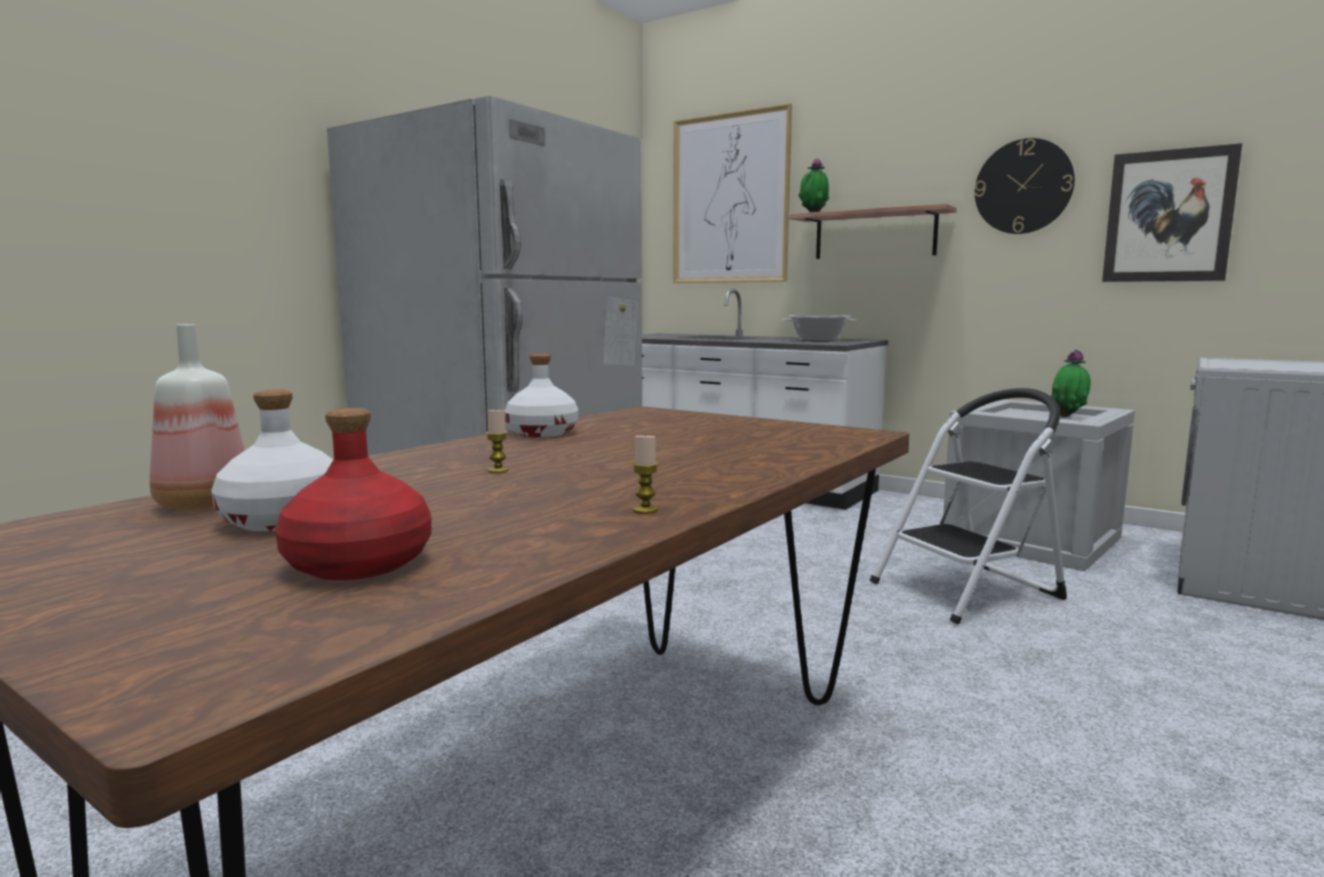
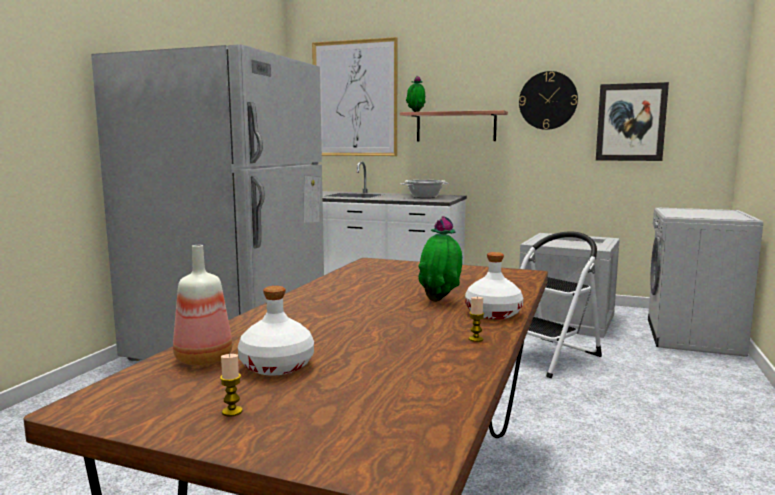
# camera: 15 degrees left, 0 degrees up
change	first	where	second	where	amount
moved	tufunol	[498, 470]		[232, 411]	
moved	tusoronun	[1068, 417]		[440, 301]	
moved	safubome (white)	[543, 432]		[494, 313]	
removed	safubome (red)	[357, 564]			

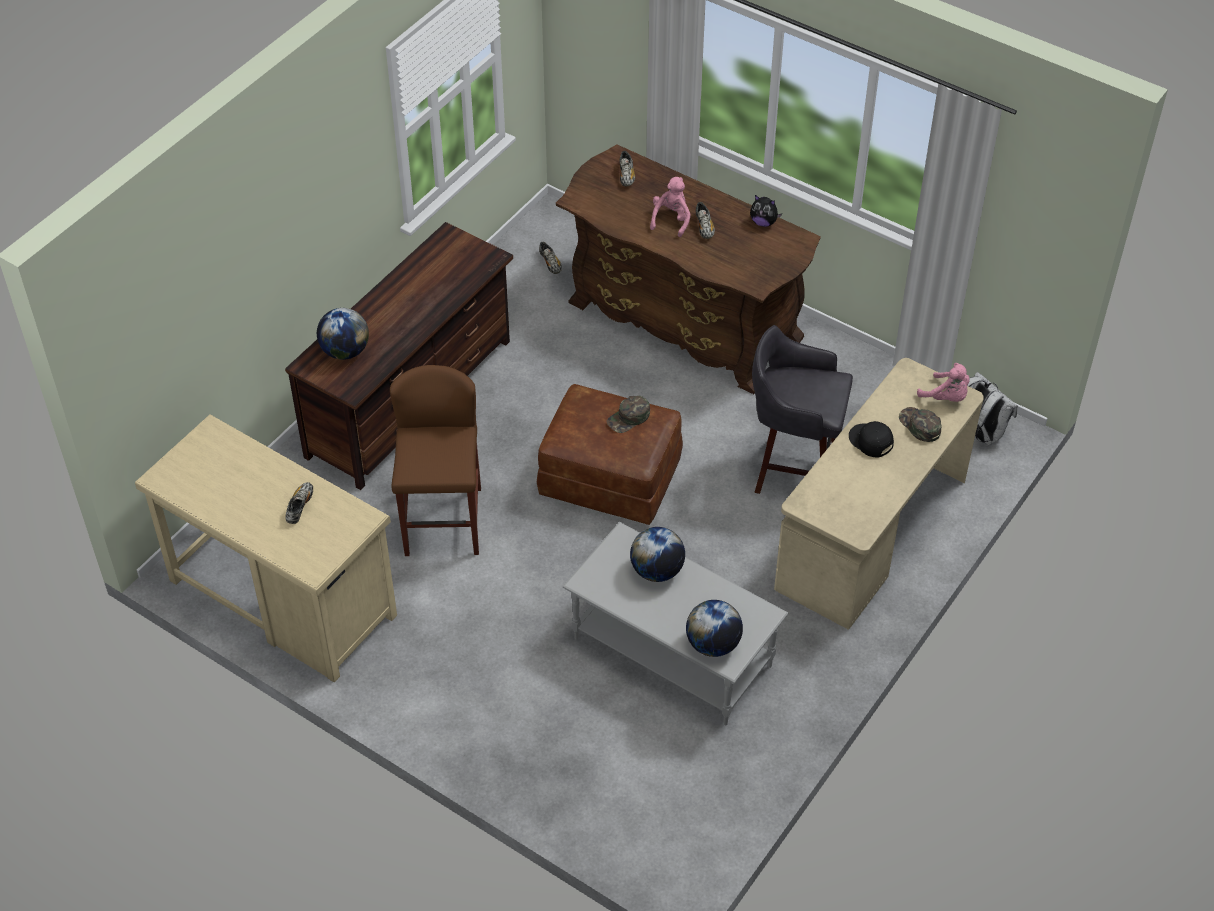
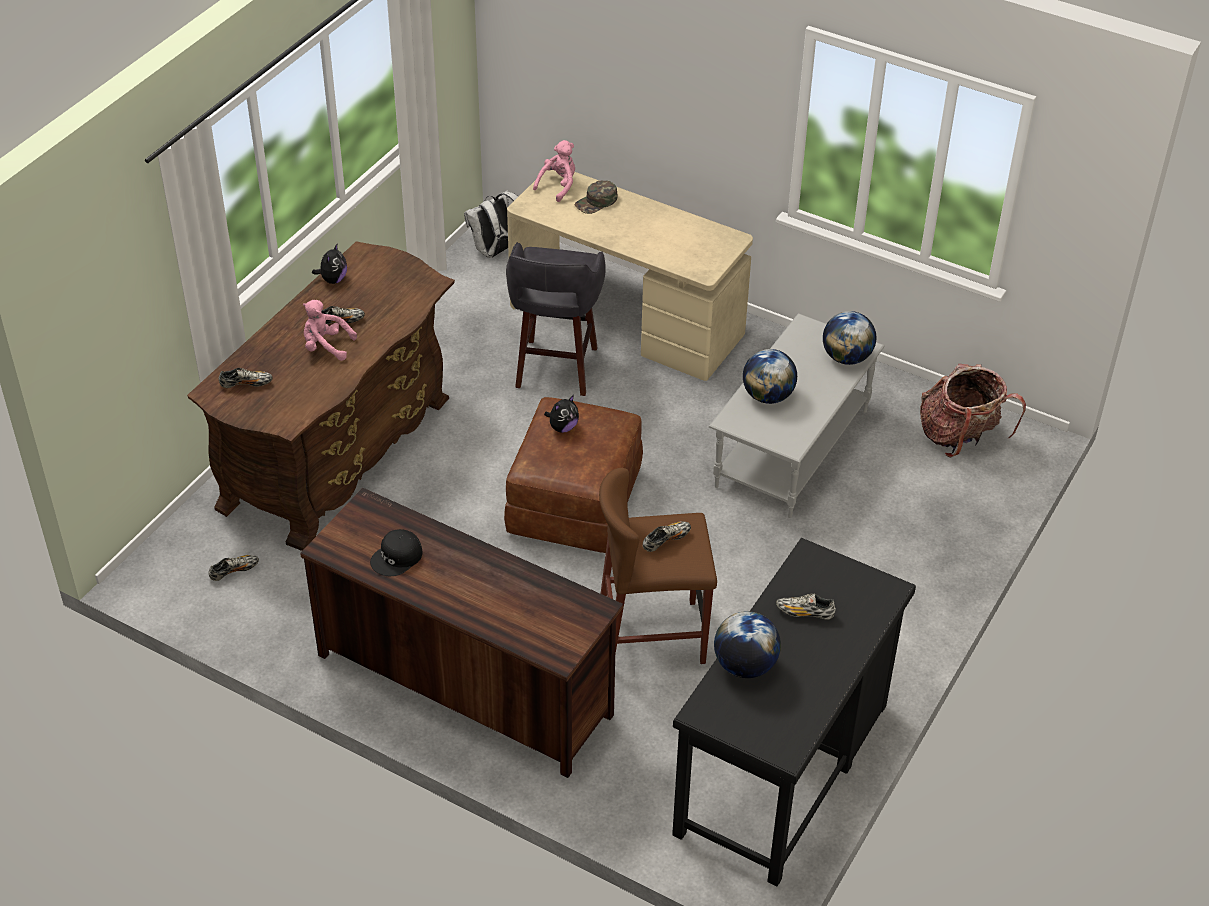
# camera: 95 degrees left, 5 degrees down
change	first	where	second	where	amount
moved	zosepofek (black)	[870, 441]		[397, 557]	
replaced	zosepofek (green)	[629, 418]	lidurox	[562, 427]	
added			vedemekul	[666, 540]	
recoloured	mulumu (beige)	[281, 598]	mulumu (black)	[783, 769]	
moved	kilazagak	[345, 351]		[745, 666]	
added			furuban	[960, 437]	

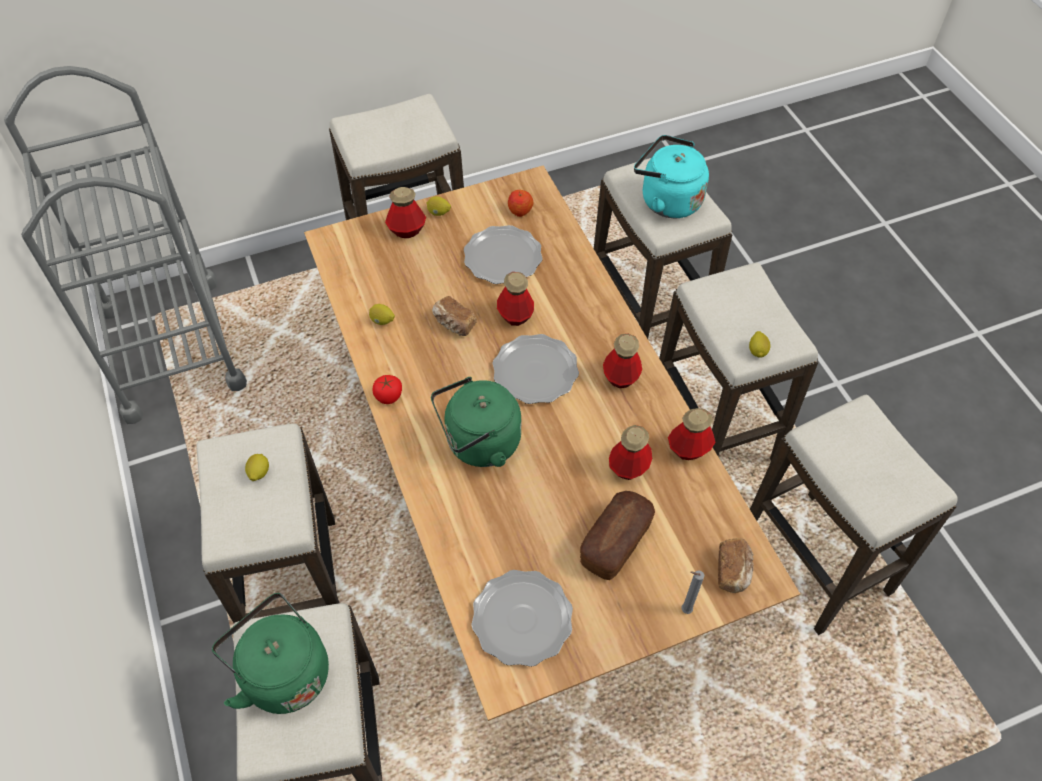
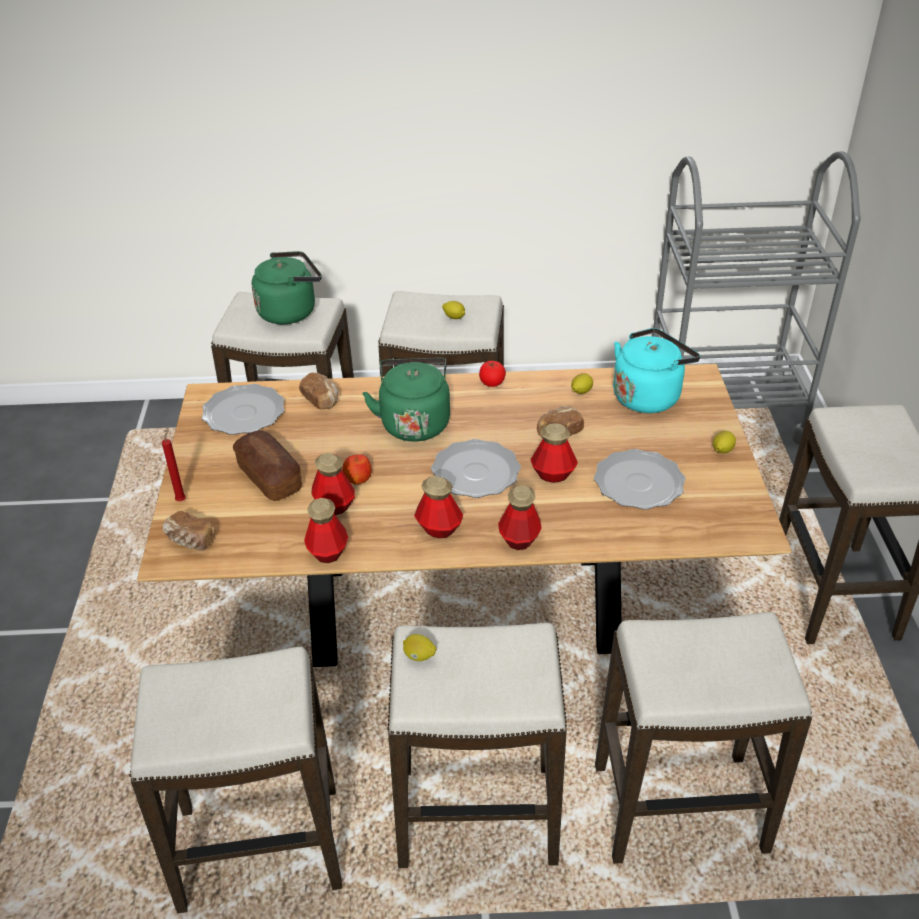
# camera: 110 degrees right, 15 degrees down
change	first	where	second	where	amount
recoloured	tufunol (grey)	[684, 610]	tufunol (red)	[182, 500]	
added			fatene	[321, 399]	
moved	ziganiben	[520, 210]		[358, 478]	
moved	safubome	[407, 230]		[519, 539]	
moved	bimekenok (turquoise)	[667, 200]		[648, 396]	

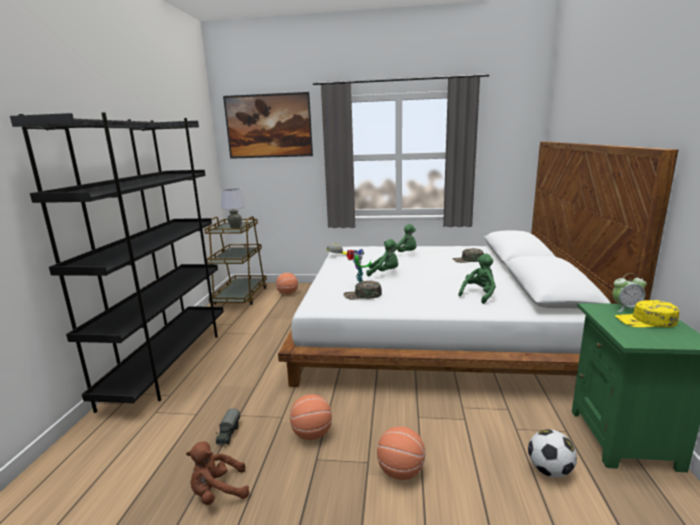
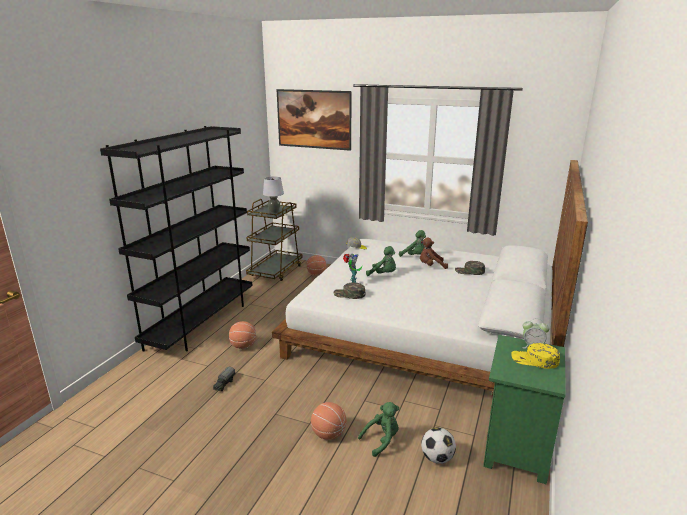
# camera: 15 degrees right, 5 degrees up
change	first	where	second	where	amount
moved	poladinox	[312, 434]		[243, 346]	
moved	lidurox (green)	[479, 295]		[381, 440]	
moved	lidurox (brown)	[218, 492]		[431, 266]	

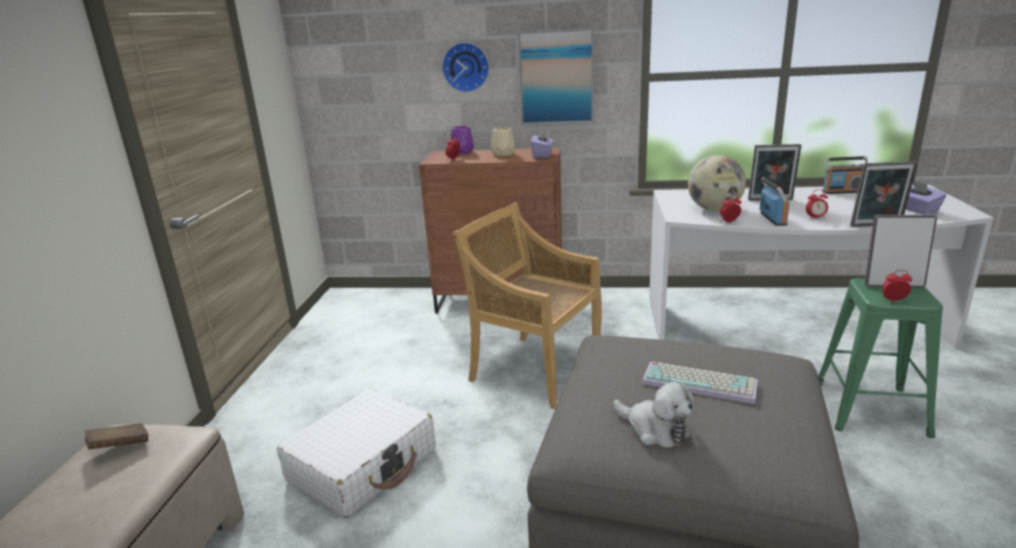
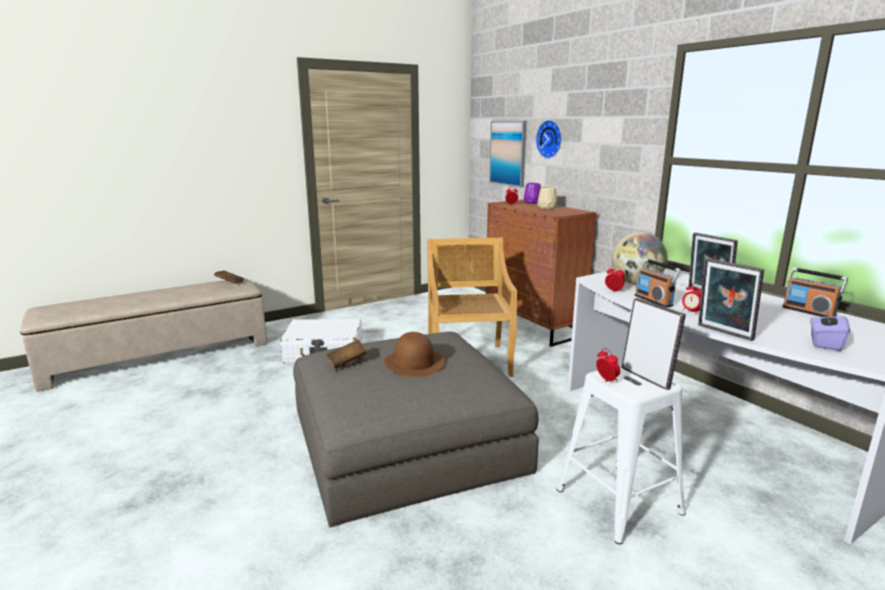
# camera: 50 degrees right, 5 degrees down
change	first	where	second	where	amount
replaced	lidurox	[655, 429]	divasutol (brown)	[347, 363]	
replaced	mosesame	[701, 382]	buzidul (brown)	[414, 363]	
moved	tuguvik	[556, 77]		[508, 153]	
recoloured	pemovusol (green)	[870, 409]	pemovusol (white)	[618, 501]	
turned	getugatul	[772, 219]		[653, 300]	105 degrees clockwise
removed	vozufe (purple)	[542, 155]			

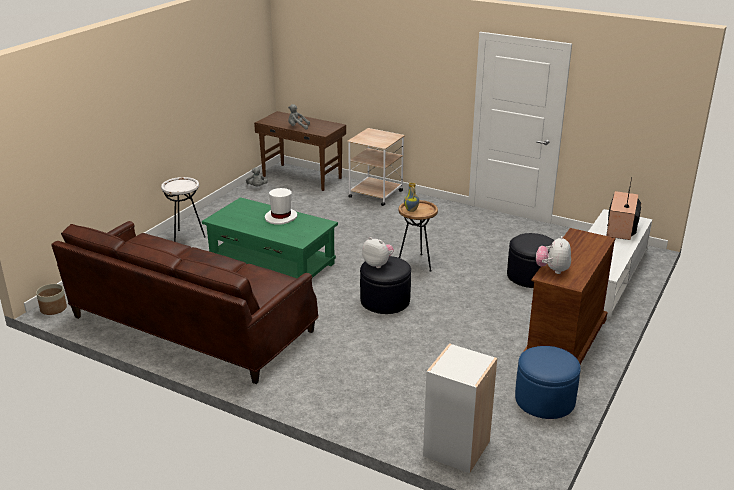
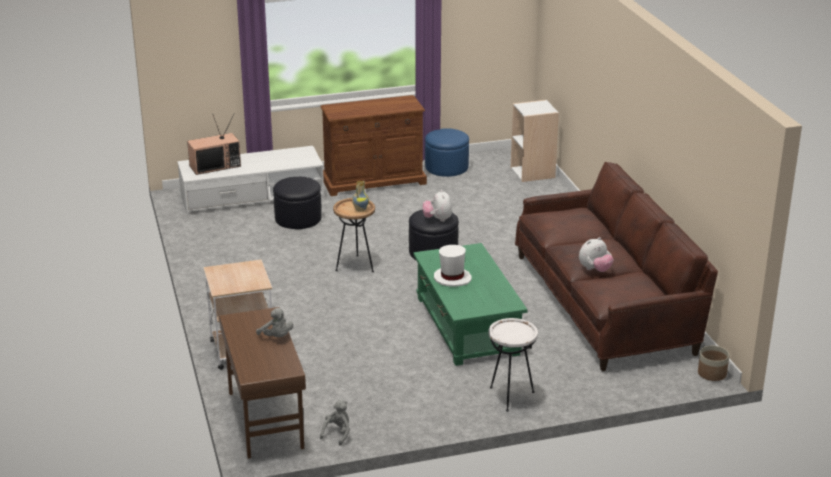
# camera: 135 degrees left, 0 degrees up
change	first	where	second	where	amount
moved	lidurox	[552, 270]		[595, 270]	

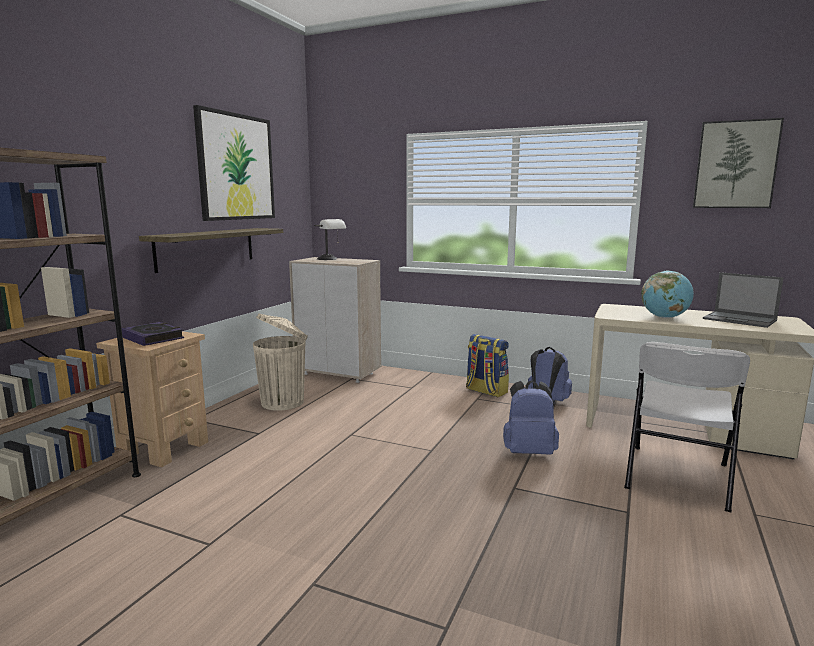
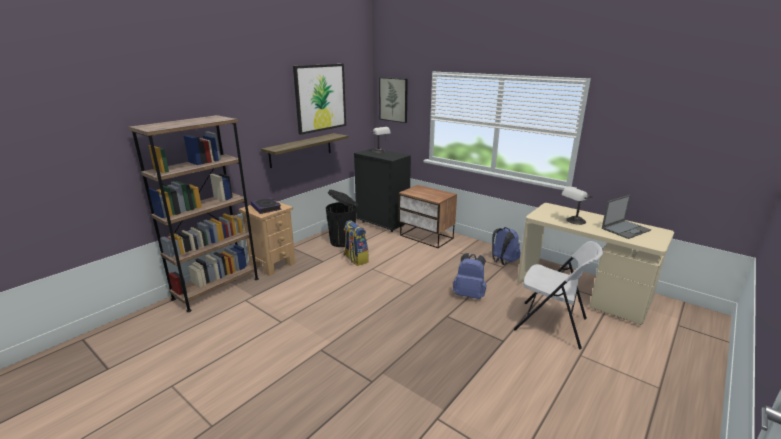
# camera: 15 degrees right, 10 degrees up
change	first	where	second	where	amount
recoloured	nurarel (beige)	[284, 402]	nurarel (black)	[343, 241]	
moved	furuban	[485, 391]		[355, 259]	
recoloured	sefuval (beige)	[339, 374]	sefuval (black)	[383, 224]	
moved	tuguvik	[735, 165]		[393, 99]	
added			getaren	[426, 237]	
turned	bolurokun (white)	[676, 476]		[550, 324]	105 degrees counterclockwise
replaced	kilazagak	[664, 317]	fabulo	[573, 221]	
turned	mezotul	[740, 320]		[626, 229]	90 degrees counterclockwise

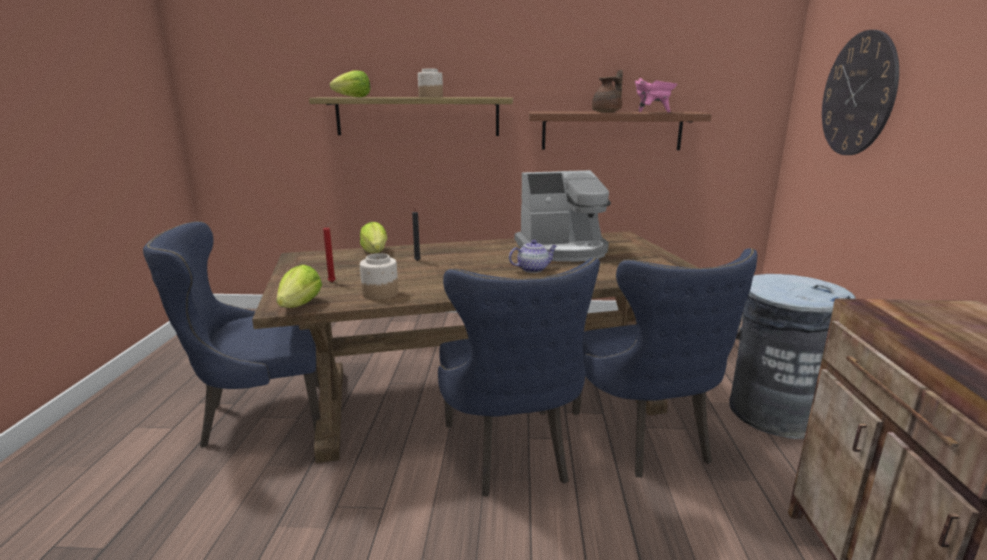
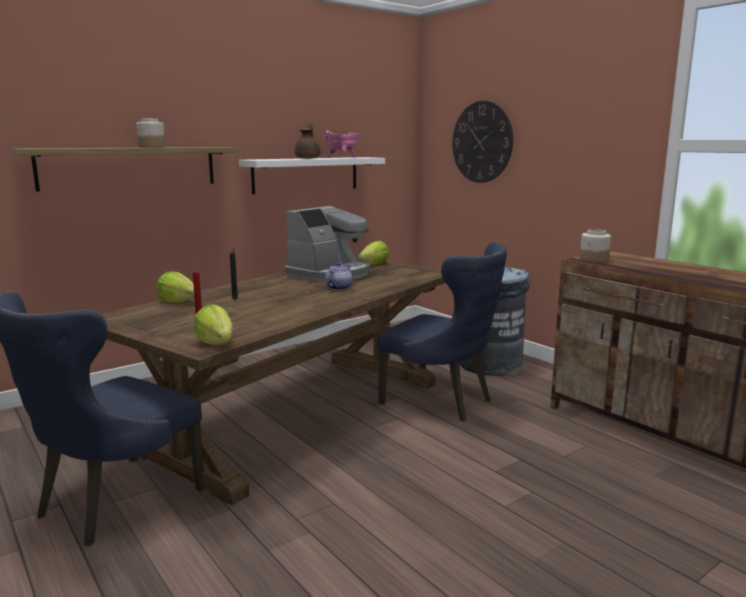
# camera: 40 degrees left, 5 degrees down
change	first	where	second	where	amount
recoloured	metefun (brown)	[611, 130]	metefun (white)	[306, 174]	
moved	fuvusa	[353, 97]		[374, 264]	
moved	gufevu	[380, 293]		[594, 260]	
removed	bolurokun (blue)	[511, 453]			

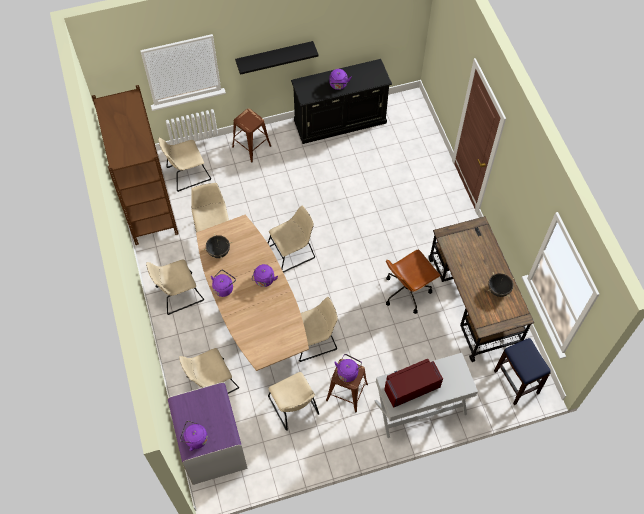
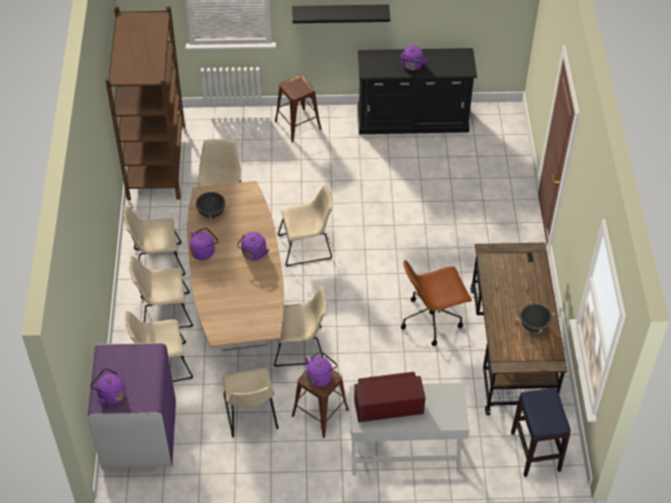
# camera: 15 degrees right, 10 degrees down
change	first	where	second	where	amount
moved	bolurokun (beige)	[186, 174]		[163, 312]	

